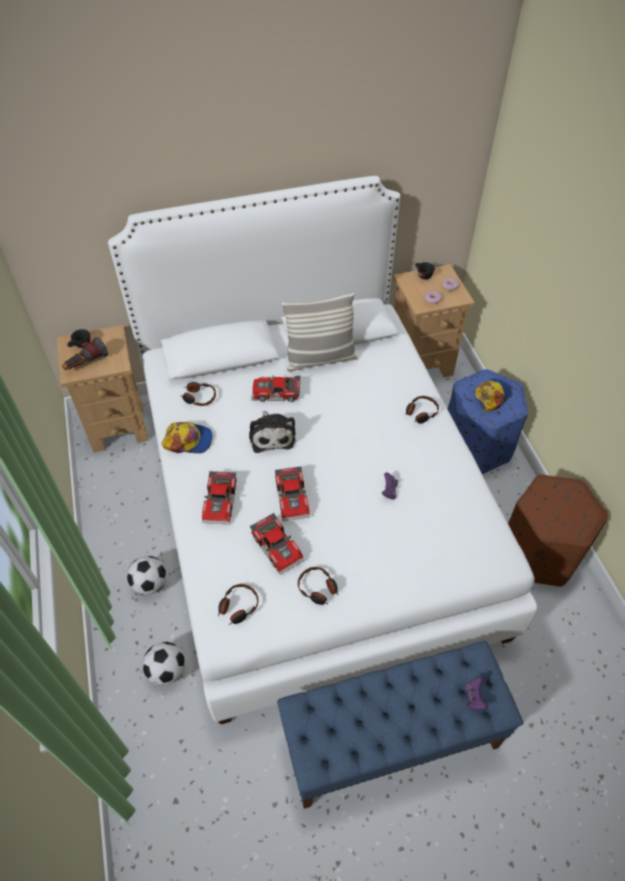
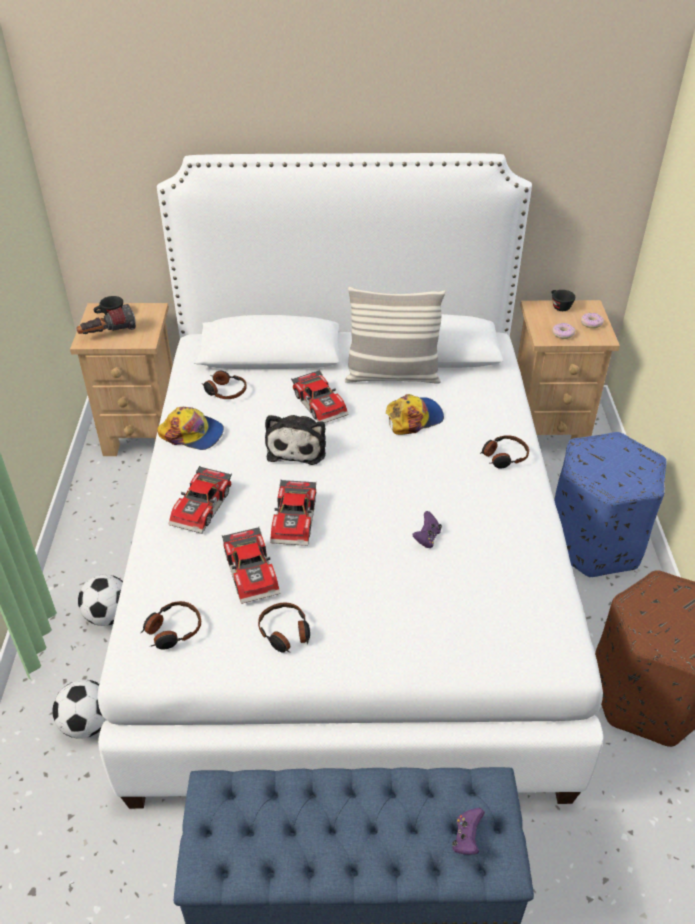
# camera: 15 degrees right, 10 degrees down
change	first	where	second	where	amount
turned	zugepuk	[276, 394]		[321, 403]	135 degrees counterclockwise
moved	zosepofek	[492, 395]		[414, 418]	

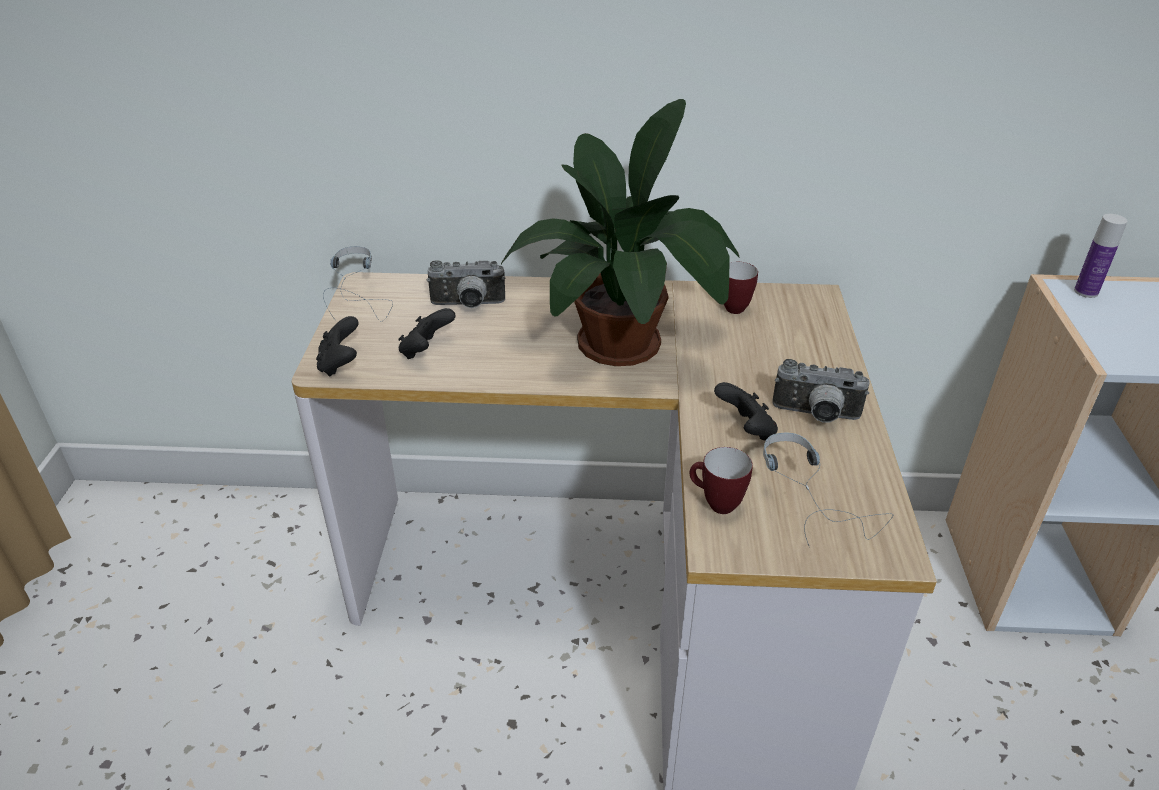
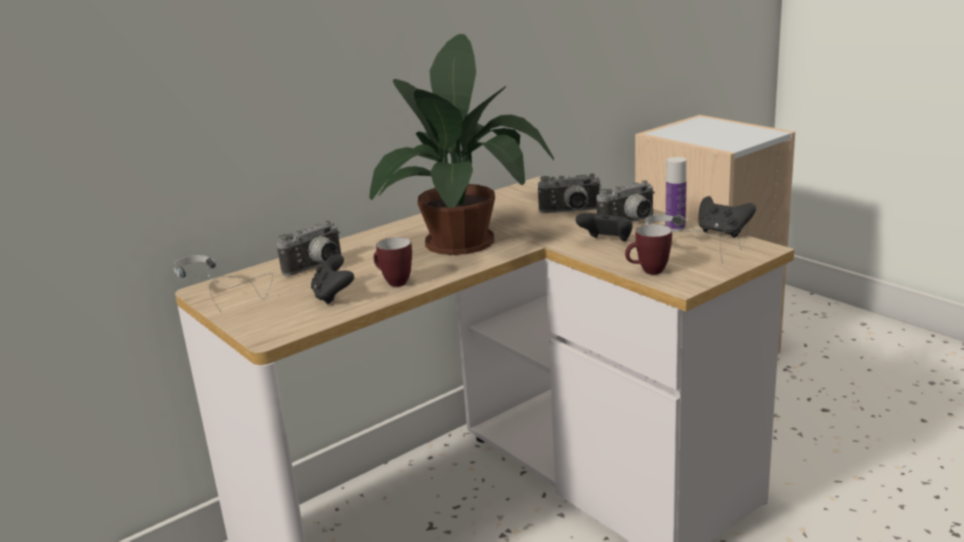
# camera: 40 degrees left, 15 degrees down
change	first	where	second	where	amount
moved	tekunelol	[732, 306]		[393, 282]	
added			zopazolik	[571, 212]	
moved	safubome	[1086, 292]		[675, 228]	
moved	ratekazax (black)	[340, 364]		[723, 232]	

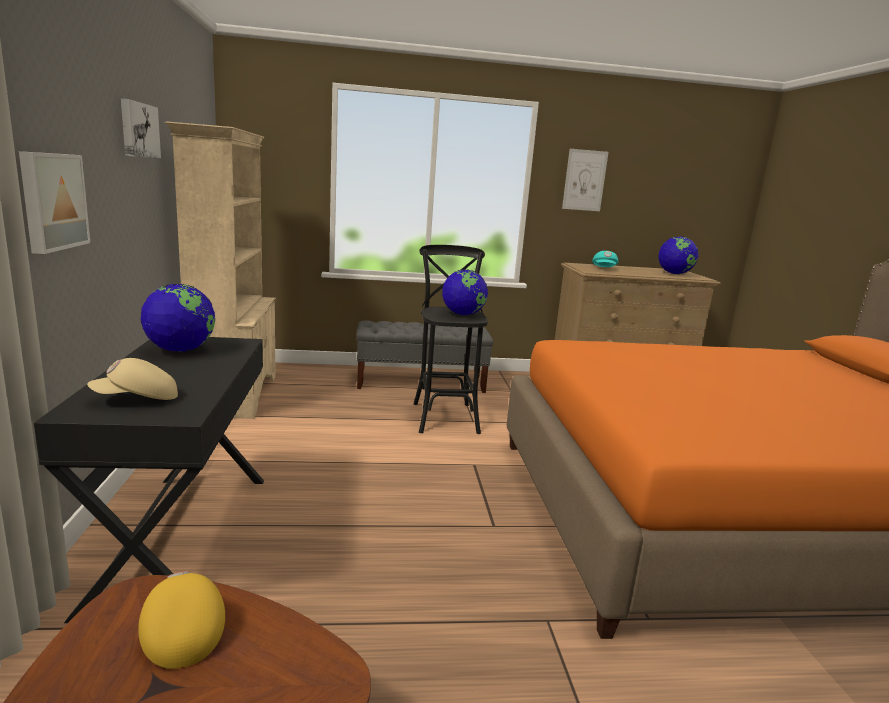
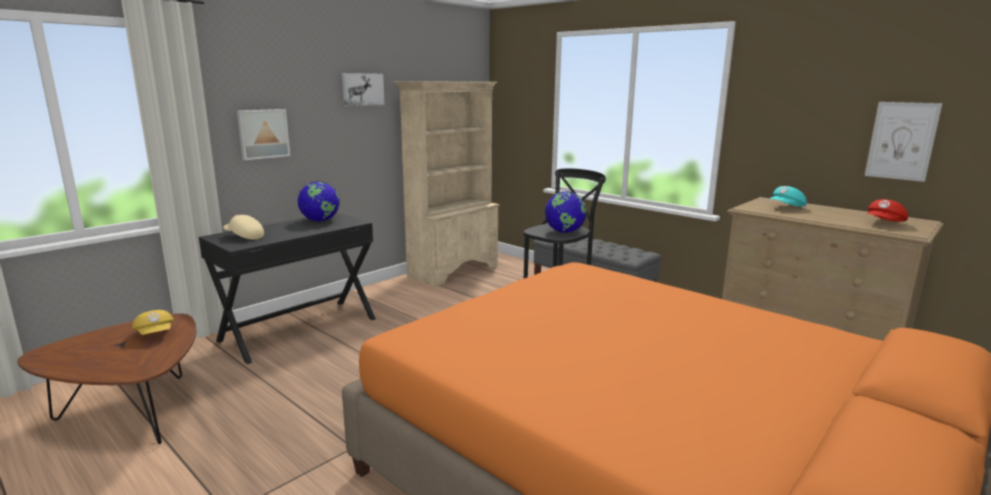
# camera: 50 degrees right, 0 degrees up
change	first	where	second	where	amount
turned	zosepofek (yellow)	[182, 631]		[156, 334]	120 degrees clockwise
moved	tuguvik	[584, 180]		[901, 141]	
replaced	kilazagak	[674, 274]	zosepofek (red)	[884, 223]	

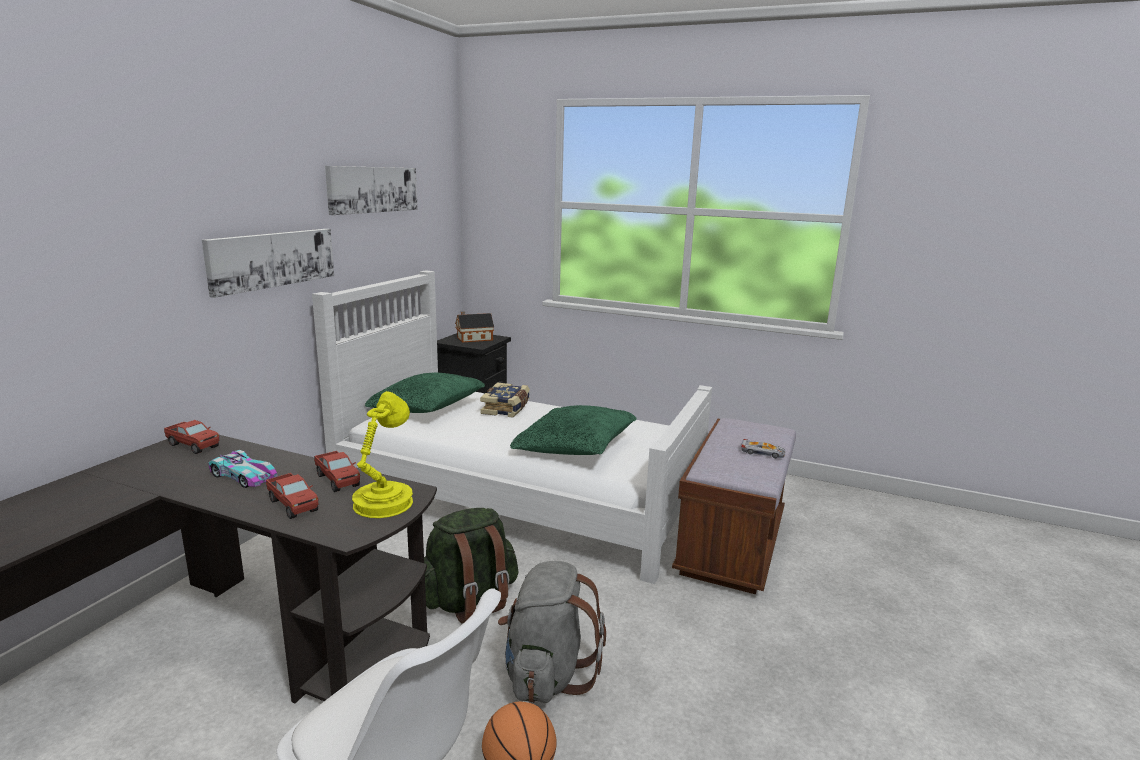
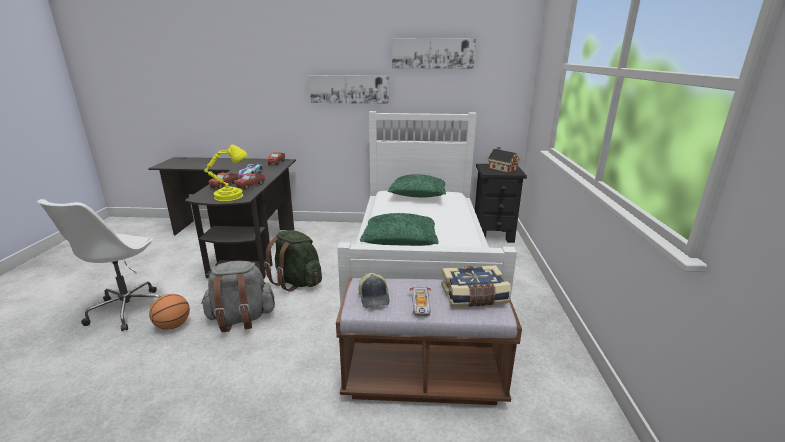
# camera: 70 degrees right, 5 degrees up
change	first	where	second	where	amount
added			zosepofek	[374, 297]	
moved	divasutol	[506, 409]		[474, 296]	

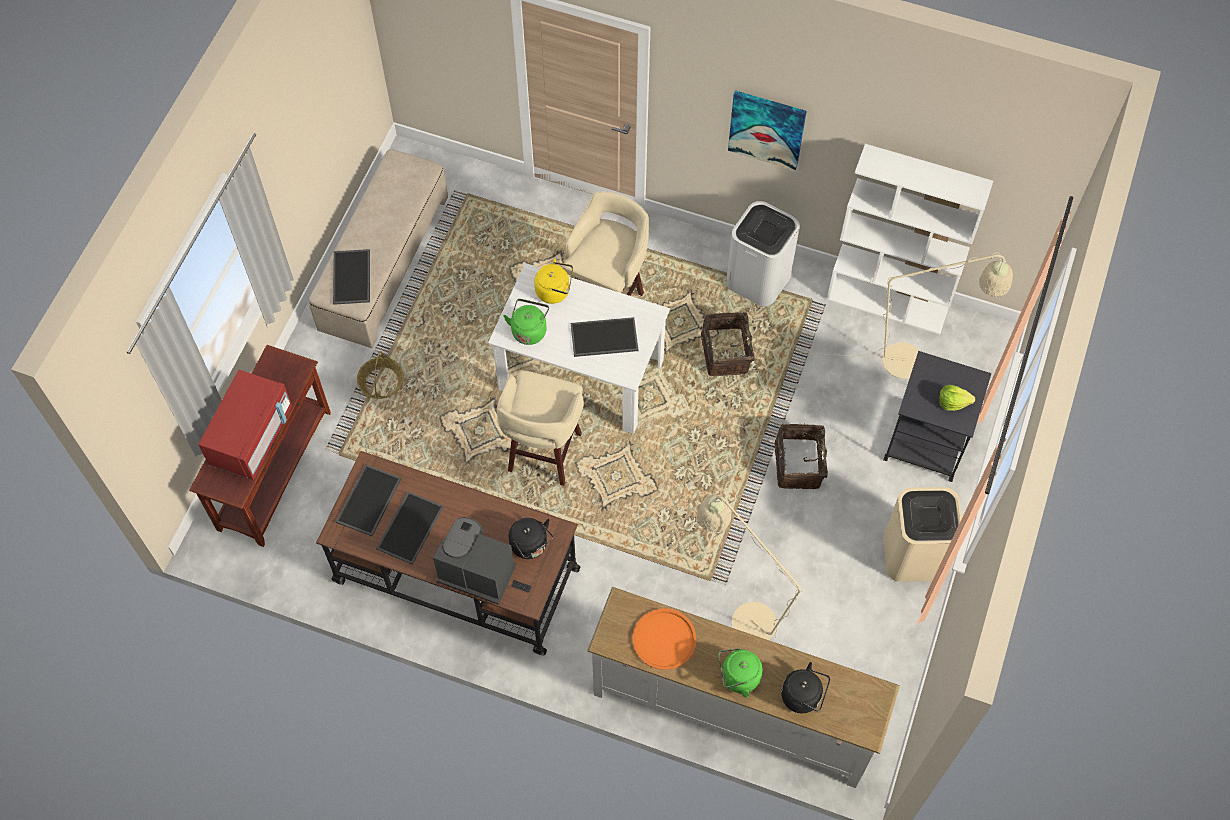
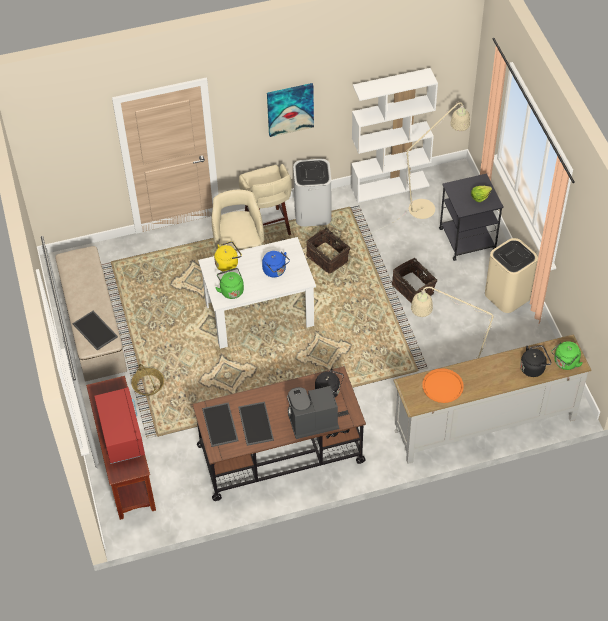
# camera: 35 degrees left, 10 degrees down
change	first	where	second	where	amount
moved	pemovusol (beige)	[543, 455]		[268, 228]	
replaced	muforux	[603, 338]	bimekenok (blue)	[275, 271]	
moved	bimekenok (green)	[738, 677]		[565, 363]	

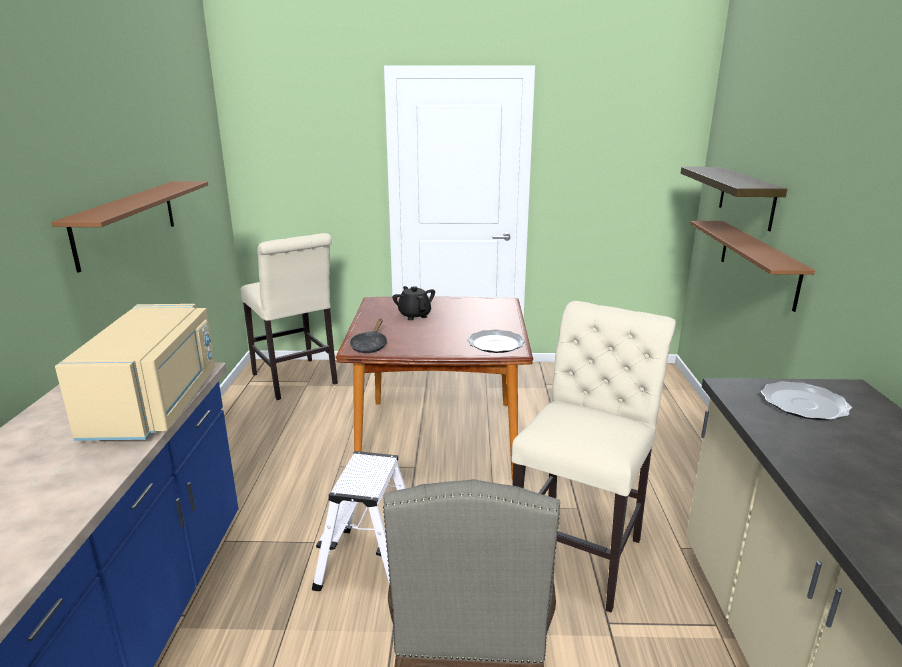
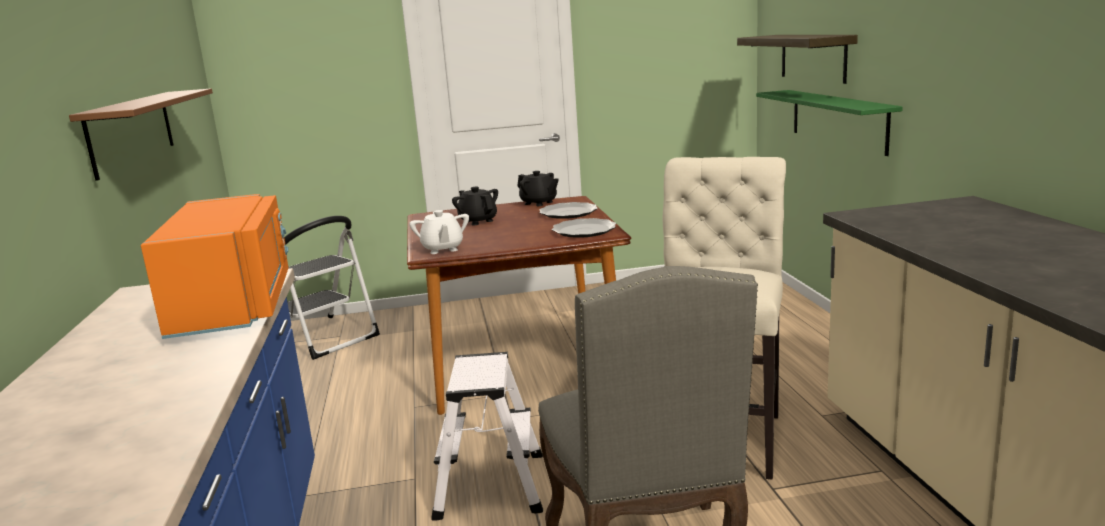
# camera: 10 degrees left, 5 degrees down
change	first	where	second	where	amount
recoloured	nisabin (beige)	[157, 404]	nisabin (orange)	[236, 305]	
replaced	pemovusol (beige)	[296, 381]	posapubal	[324, 338]	
replaced	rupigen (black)	[370, 346]	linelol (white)	[442, 249]	
added			linelol (black)	[538, 203]	
moved	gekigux	[804, 404]		[568, 213]	
recoloured	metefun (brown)	[758, 262]	metefun (green)	[837, 120]	

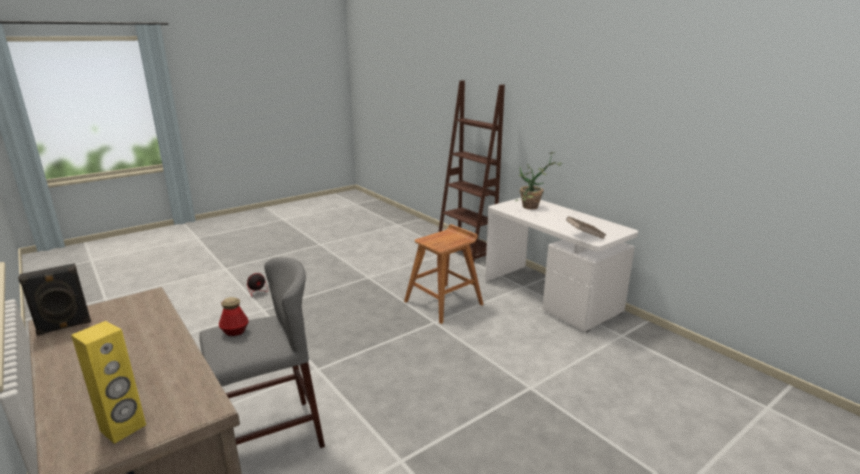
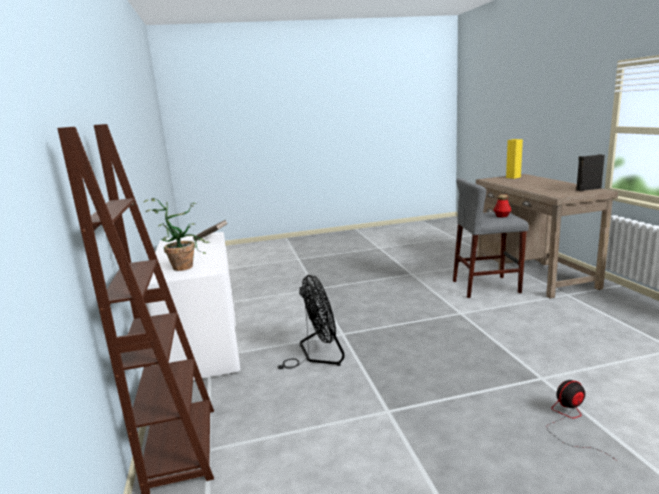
# camera: 155 degrees left, 5 degrees down
change	first	where	second	where	amount
replaced	pemovusol (brown)	[444, 302]	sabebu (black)	[315, 352]	

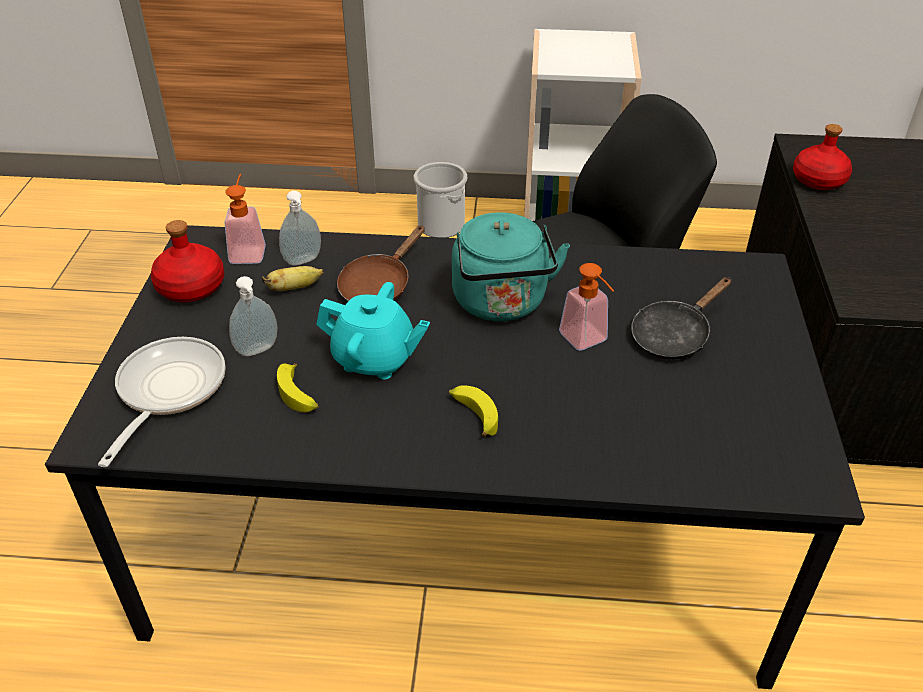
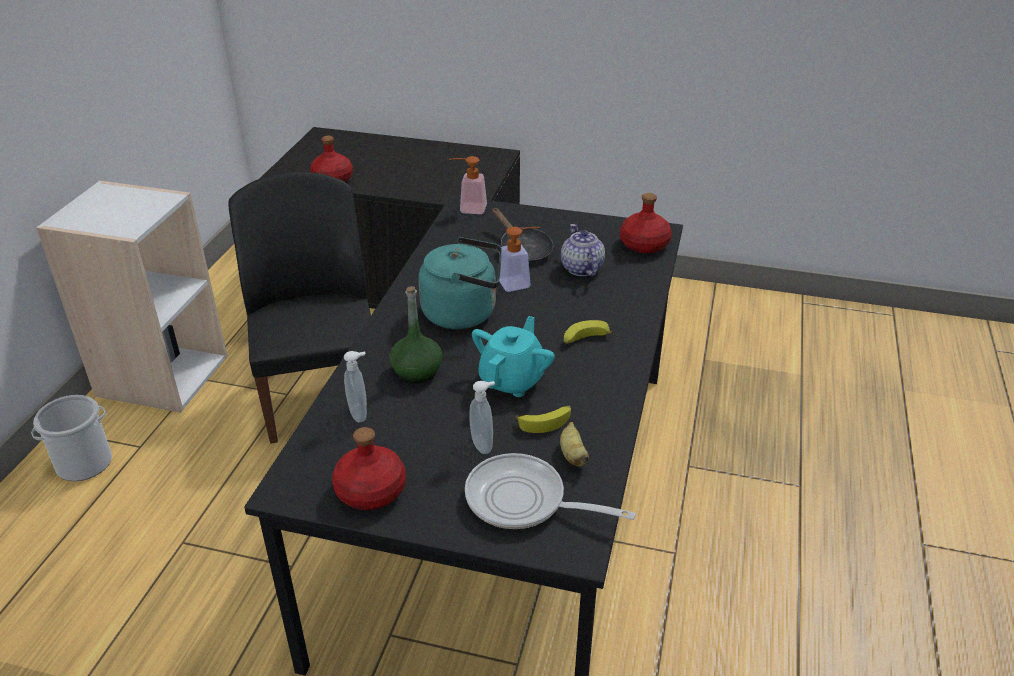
# camera: 80 degrees left, 5 degrees down
change	first	where	second	where	amount
replaced	rupigen (brown)	[379, 286]	safubome (green)	[416, 371]	
moved	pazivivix	[248, 251]		[468, 208]	
moved	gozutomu	[294, 288]		[573, 455]	
added			linelol	[581, 268]	
added			safubome (red)	[643, 244]	

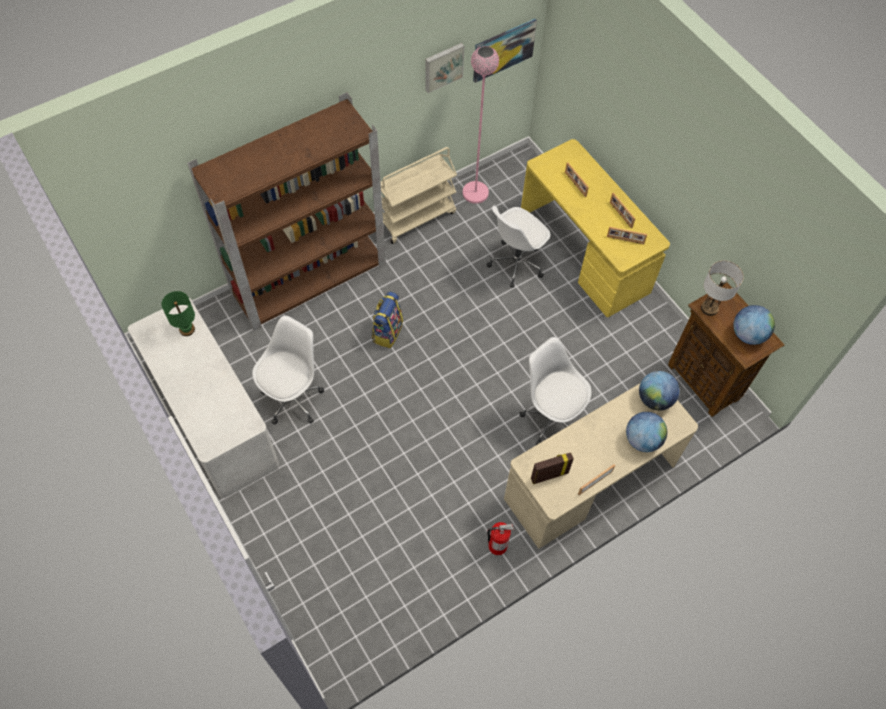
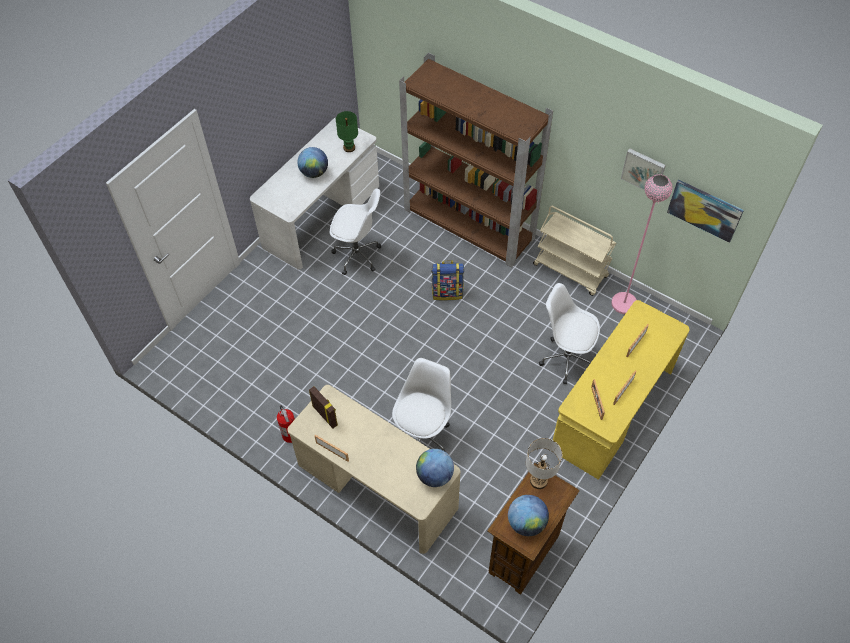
# camera: 70 degrees right, 5 degrees down
change	first	where	second	where	amount
moved	kilazagak	[642, 440]		[314, 173]	

